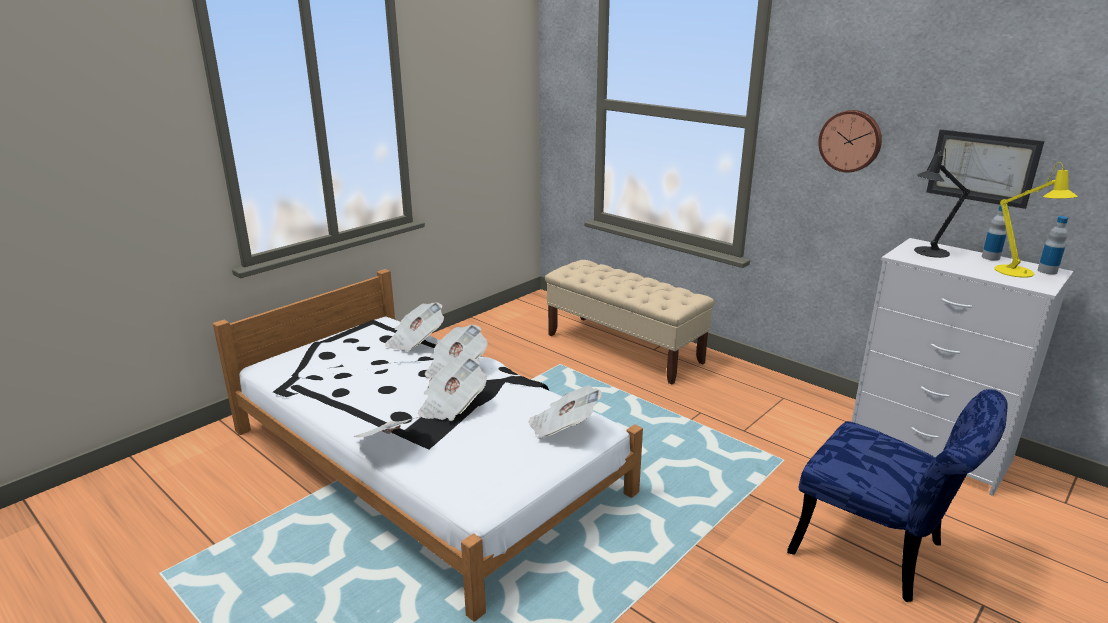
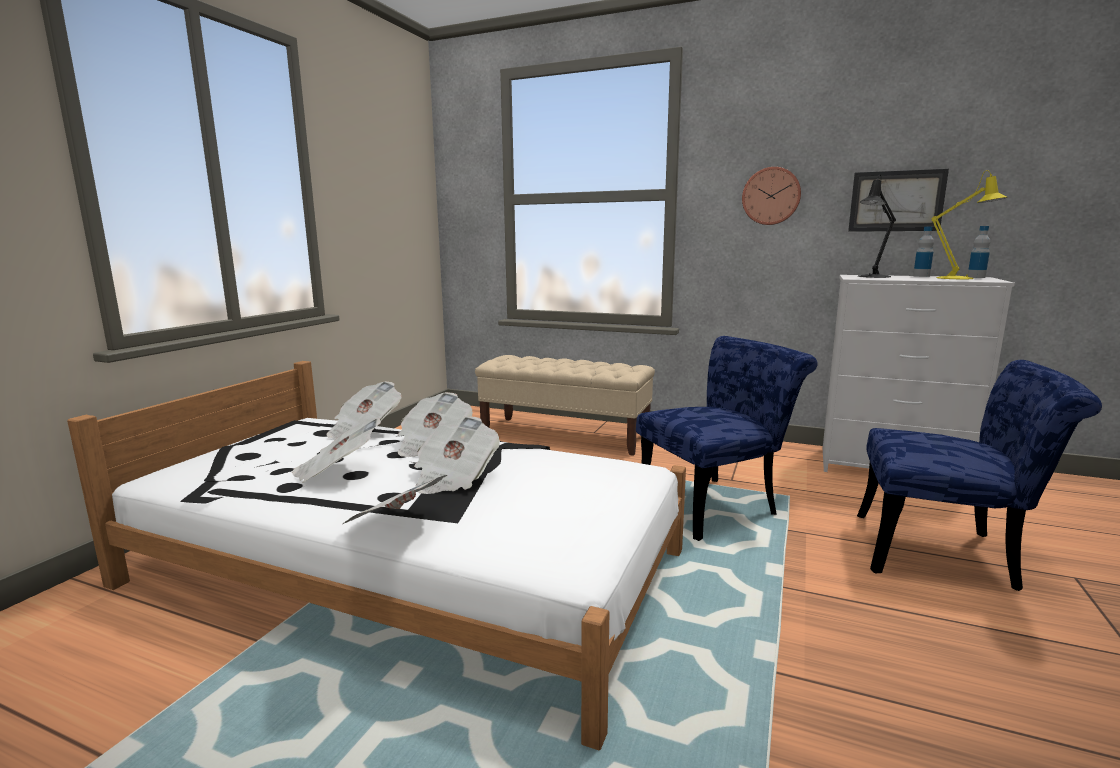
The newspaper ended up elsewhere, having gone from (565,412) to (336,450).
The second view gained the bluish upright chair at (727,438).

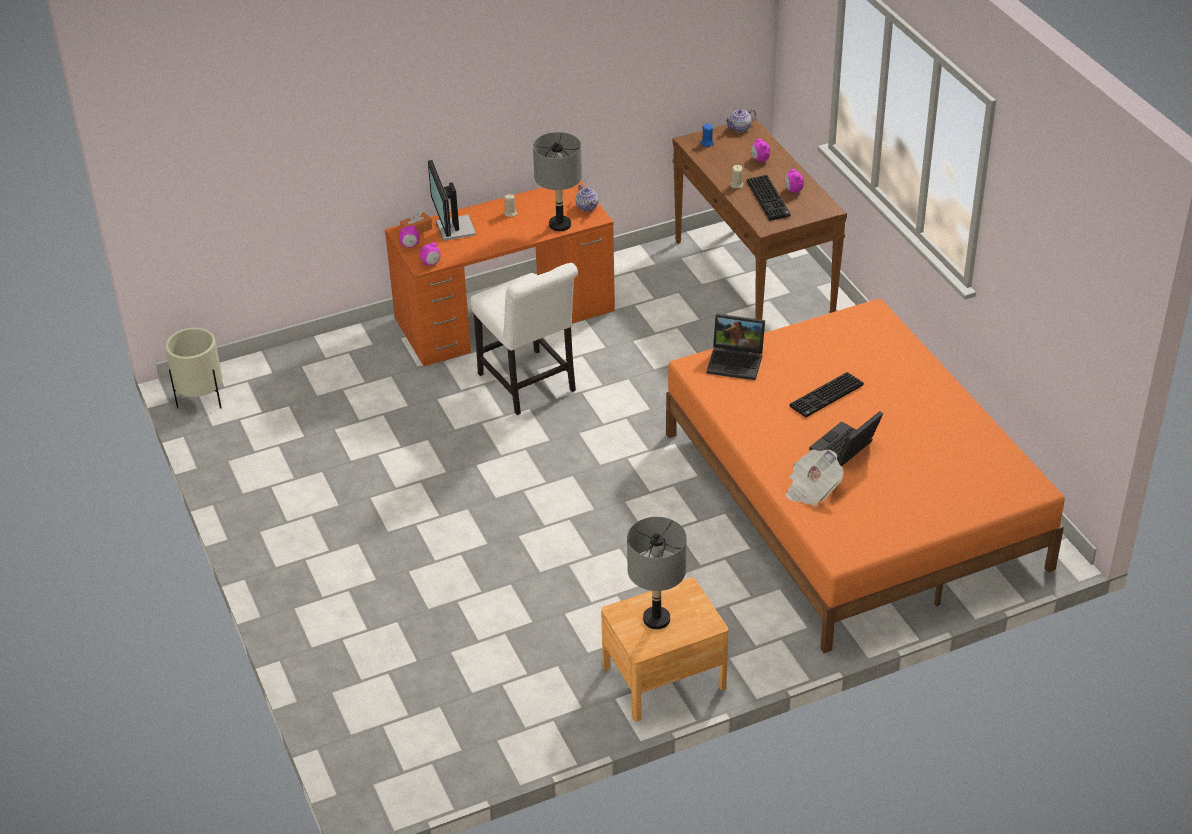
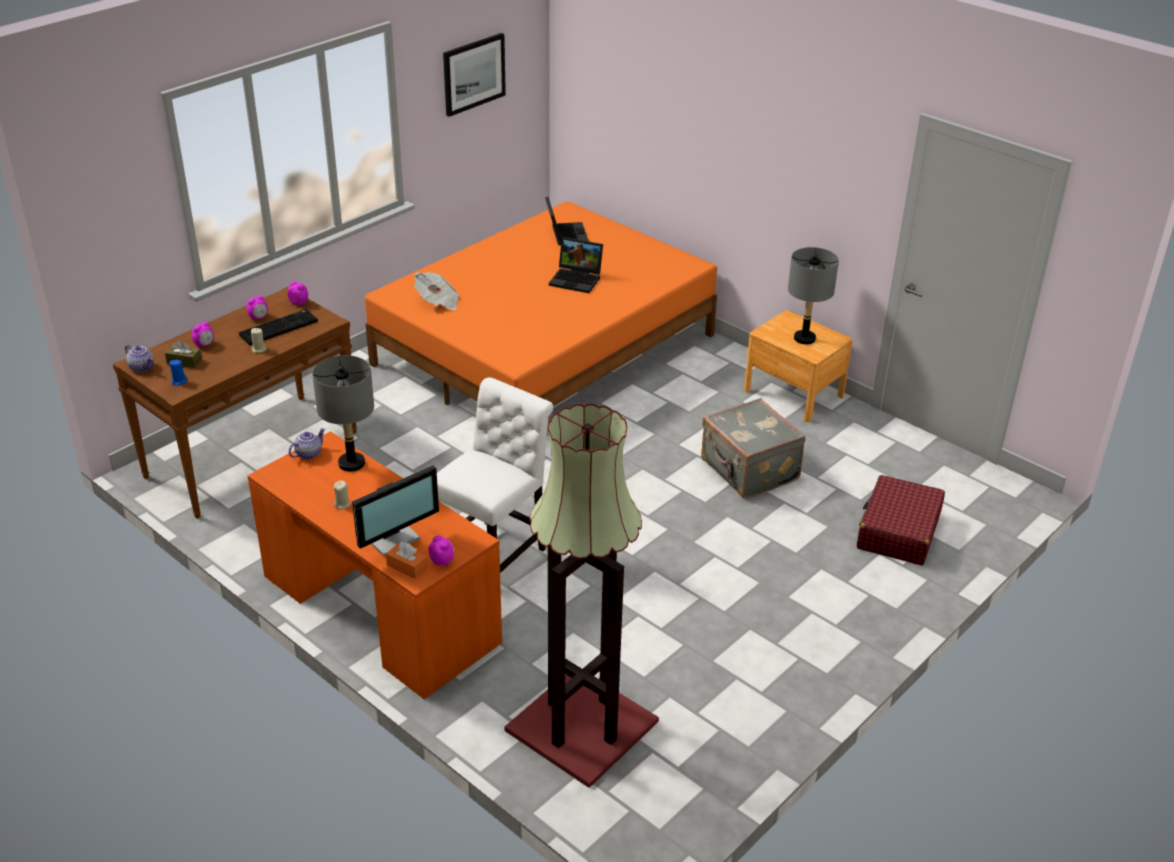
The table clock ended up elsewhere, having gone from (430,254) to (297,293).
The portable computer ended up elsewhere, having gone from (735,347) to (567,221).
The second view lost the beige-coloured planter at (193,368).
The second view lost the keyboard at (827,394).
The newspaper ended up elsewhere, having gone from (815,478) to (437,291).
The second view gained the picture at (474,75).
The second view gained the brown-coloured tissue box at (183,354).
The second view gained the gray travel case at (753,448).
The second view gained the floor lamp at (581,595).
The second view gained the red-coloured travel case at (901,520).

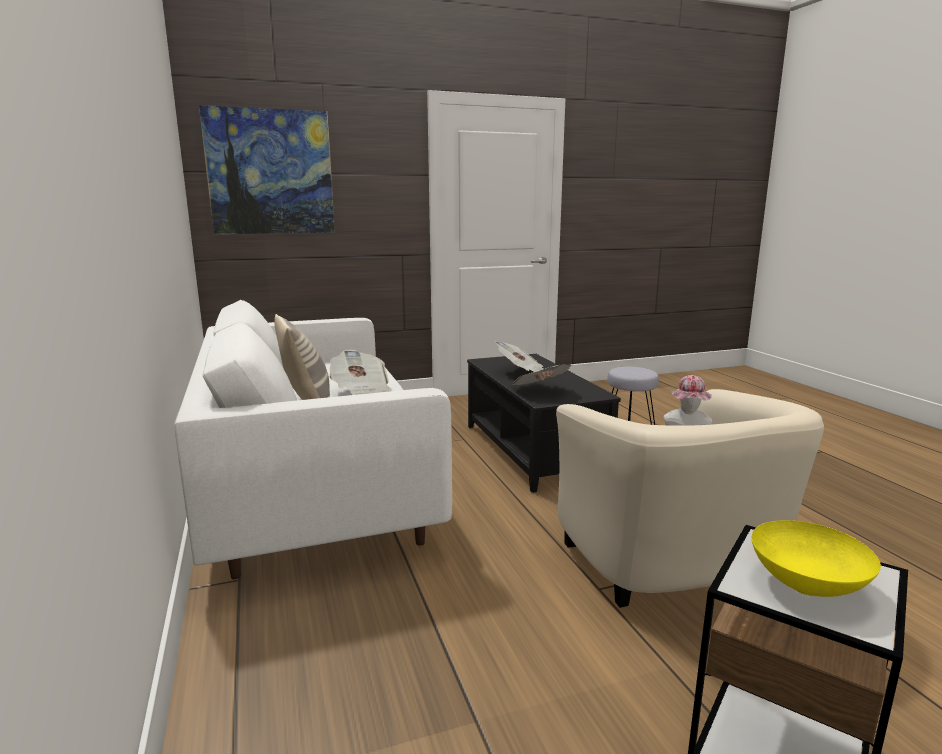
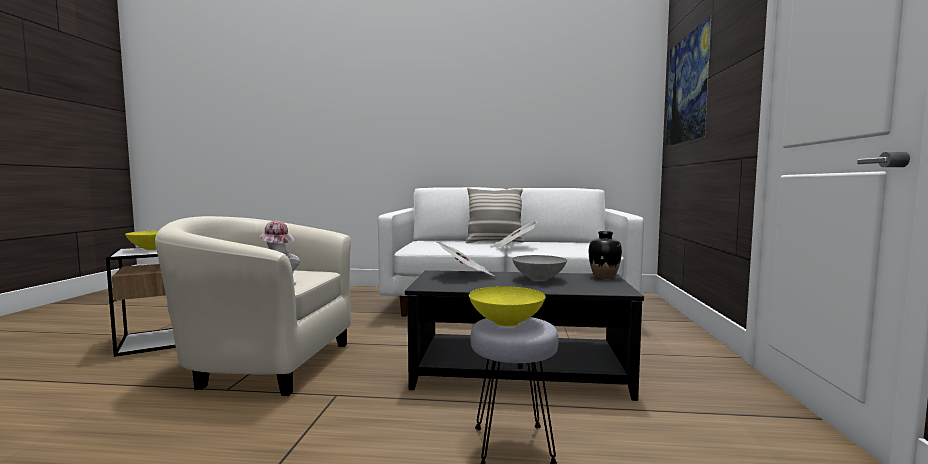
Where the newspaper stood at (518,356), the gray deep dish came to stand at (539,268).
The second view gained the black vase at (605,255).
The second view gained the yellowish deep dish at (507,306).

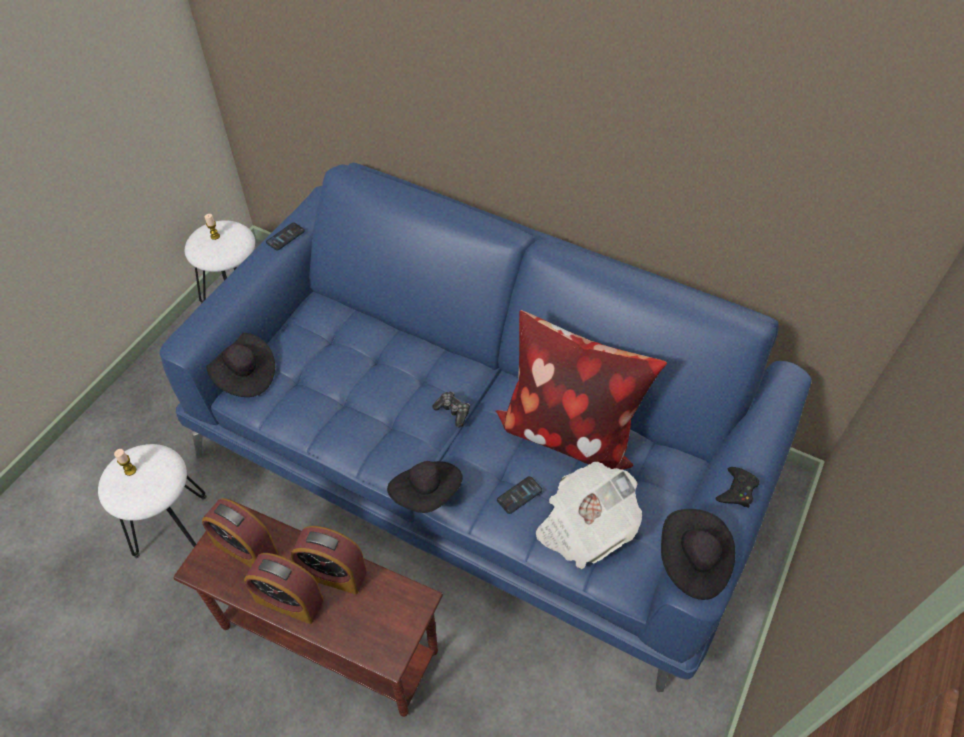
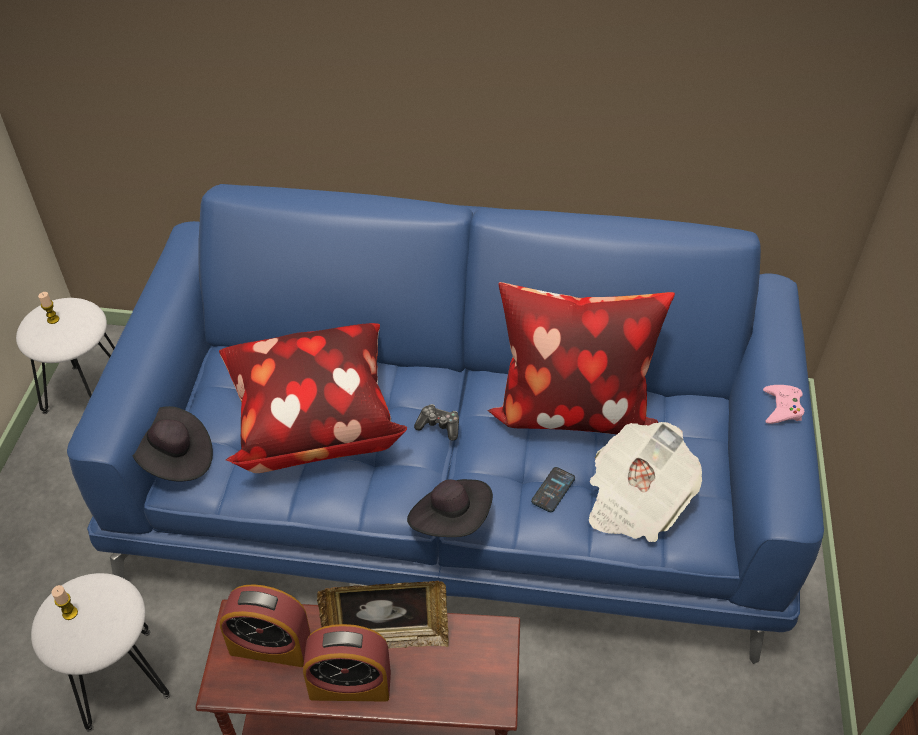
The second view lost the phone at (285,237).
What was the black game controller at (737,487) turned into the pinkish game controller at (783,404).
The second view lost the black clothing hat at (698,554).
Where the table clock stood at (329,560), the photo frame came to stand at (383,615).
The second view gained the cushion at (313,398).

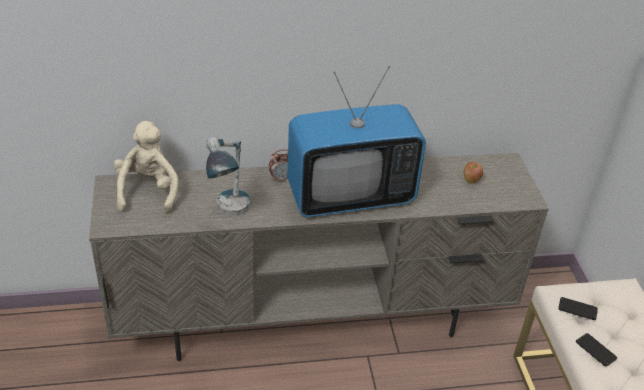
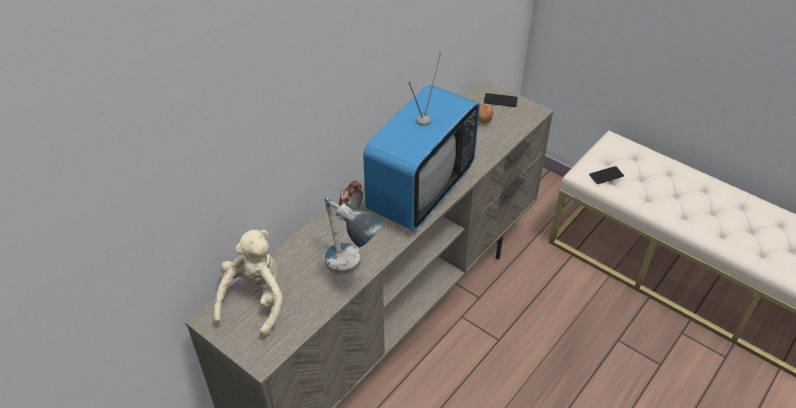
The beige-coloured soft toy at (145,167) ended up facing another way, 60 degrees clockwise from before.
The phone ended up elsewhere, having gone from (596,349) to (501,100).

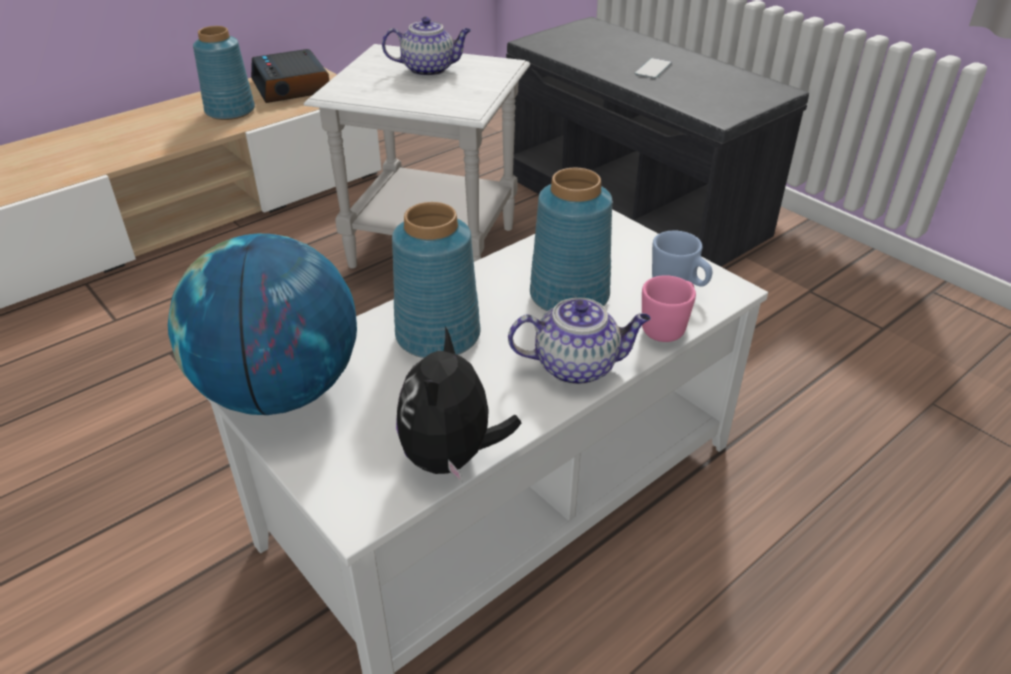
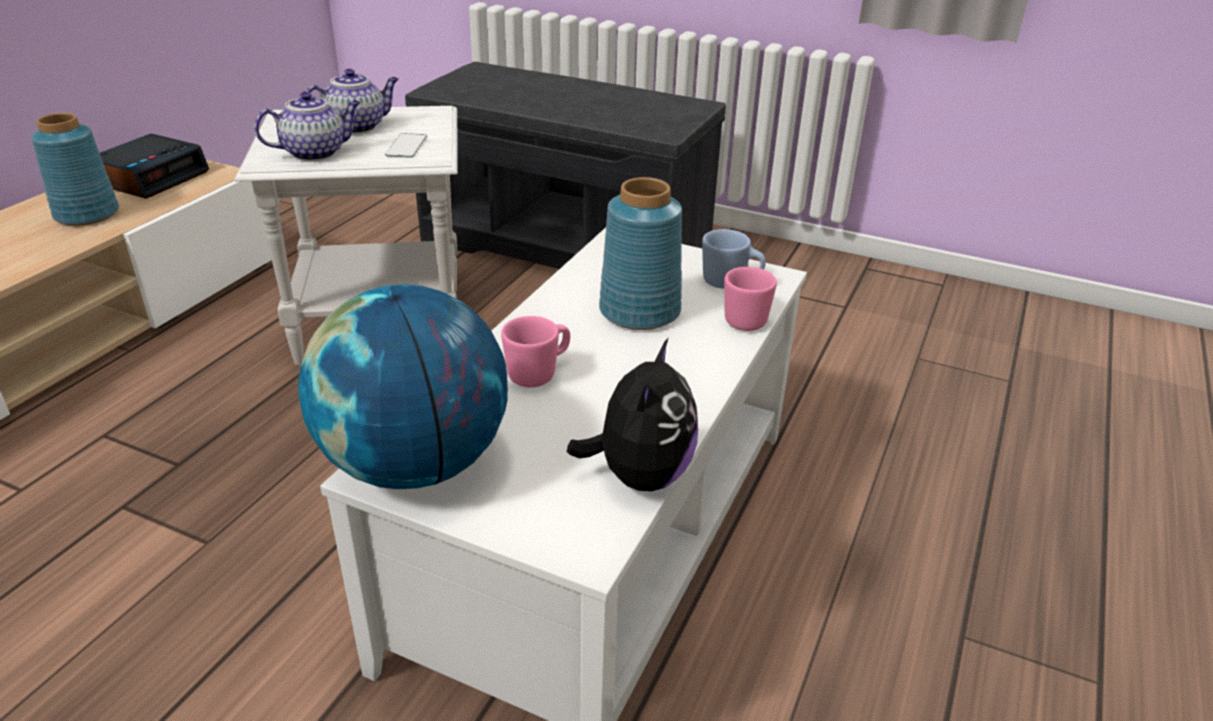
The table clock at (290,76) ended up facing another way, 105 degrees counterclockwise from before.
The phone ended up elsewhere, having gone from (653,68) to (406,145).
Where the bluish vase stood at (436,280), the pinkish mug came to stand at (535,351).
The pot for tea ended up elsewhere, having gone from (579,341) to (307,126).
The soft toy at (459,404) ended up facing another way, 150 degrees counterclockwise from before.

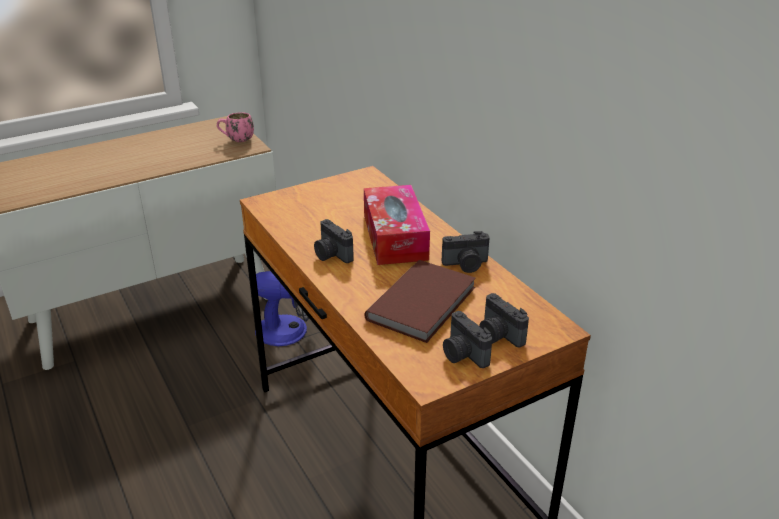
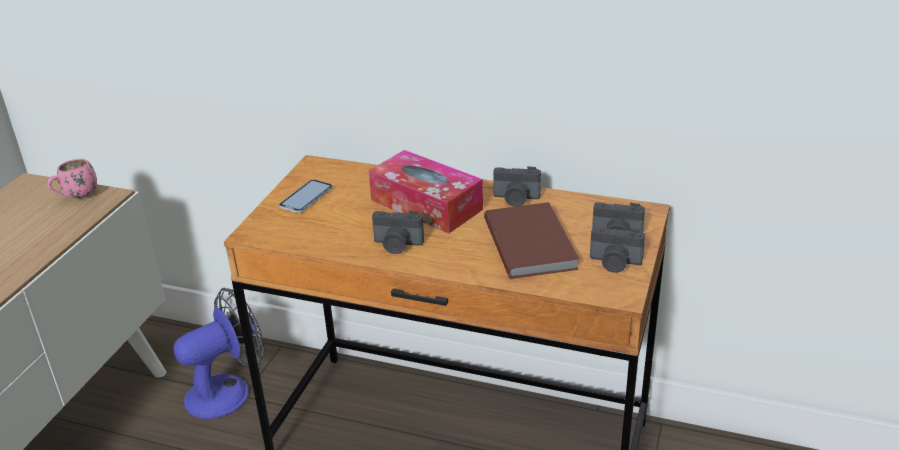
The photo camera at (466,252) ended up facing another way, 60 degrees clockwise from before.
The second view gained the phone at (306,196).

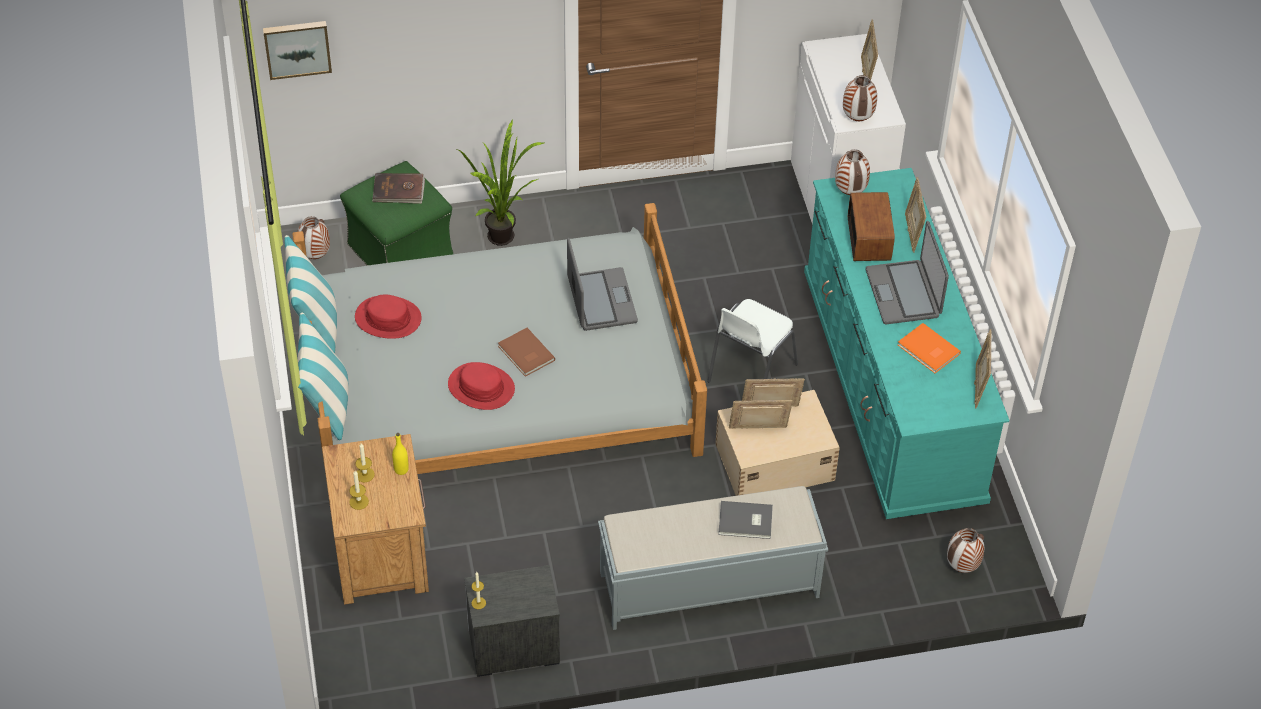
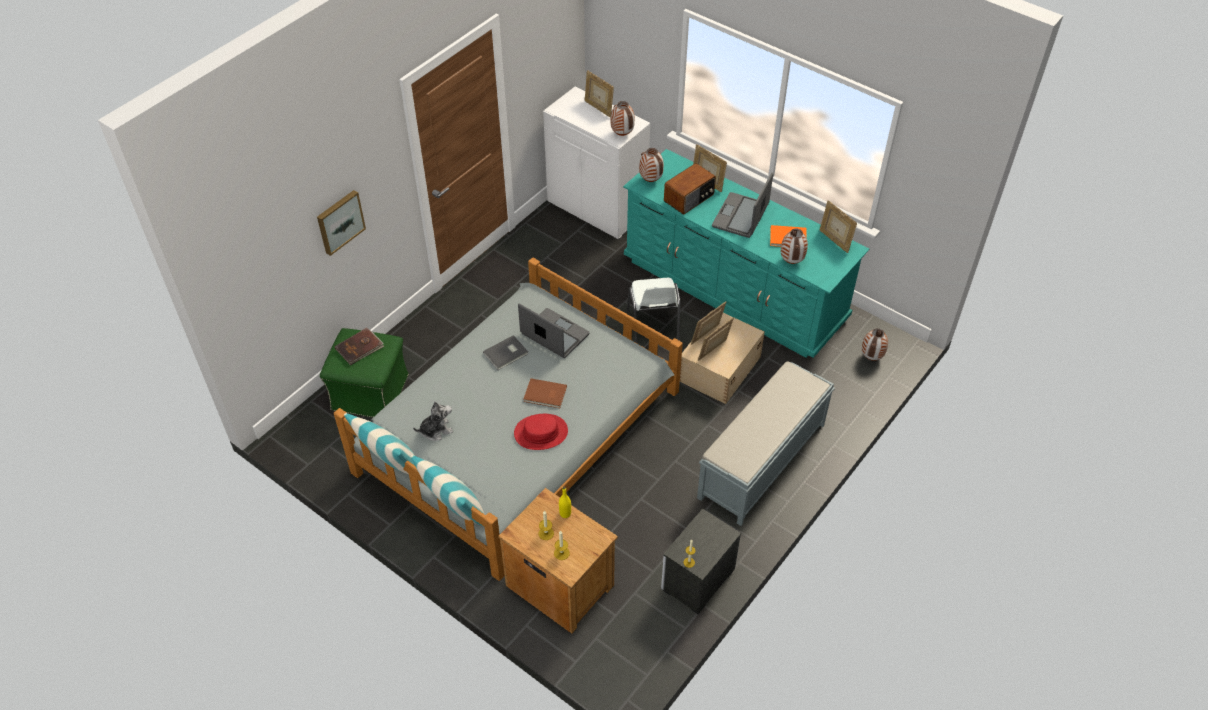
The picture ended up elsewhere, having gone from (297,50) to (341,223).
The second view lost the potted plant at (501,182).
The radio at (871,226) ended up facing another way, 90 degrees clockwise from before.
The vase ended up elsewhere, having gone from (313,237) to (794,246).
The portable computer at (907,272) ended up facing another way, 75 degrees clockwise from before.
Where the red-coloured clothing hat stood at (388,317), the soft toy came to stand at (433,421).
The gray volume ended up elsewhere, having gone from (745,520) to (505,352).

